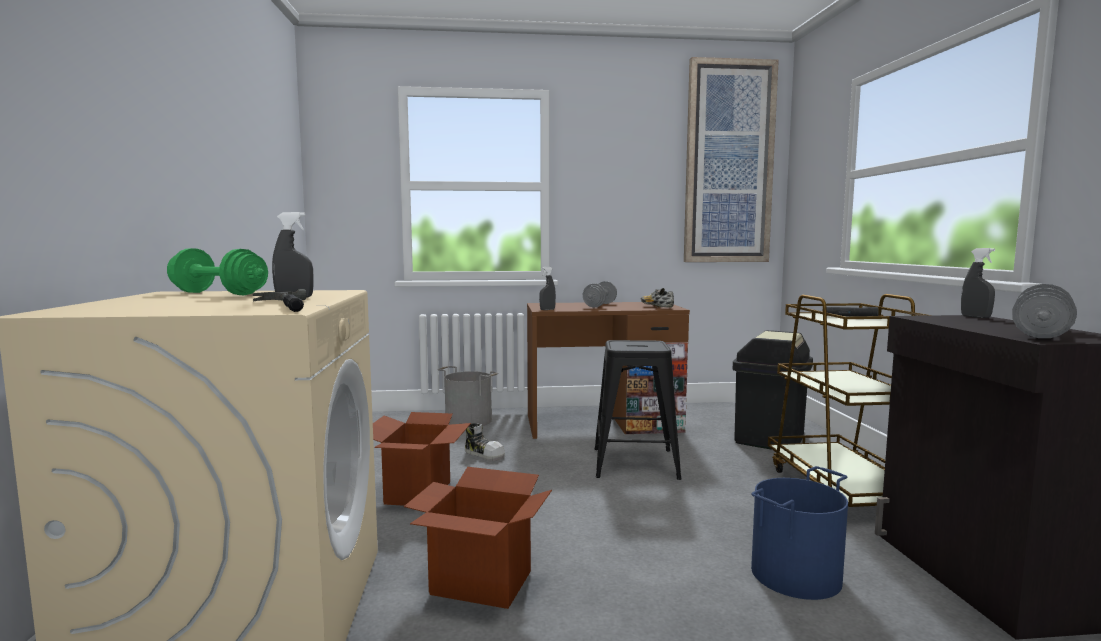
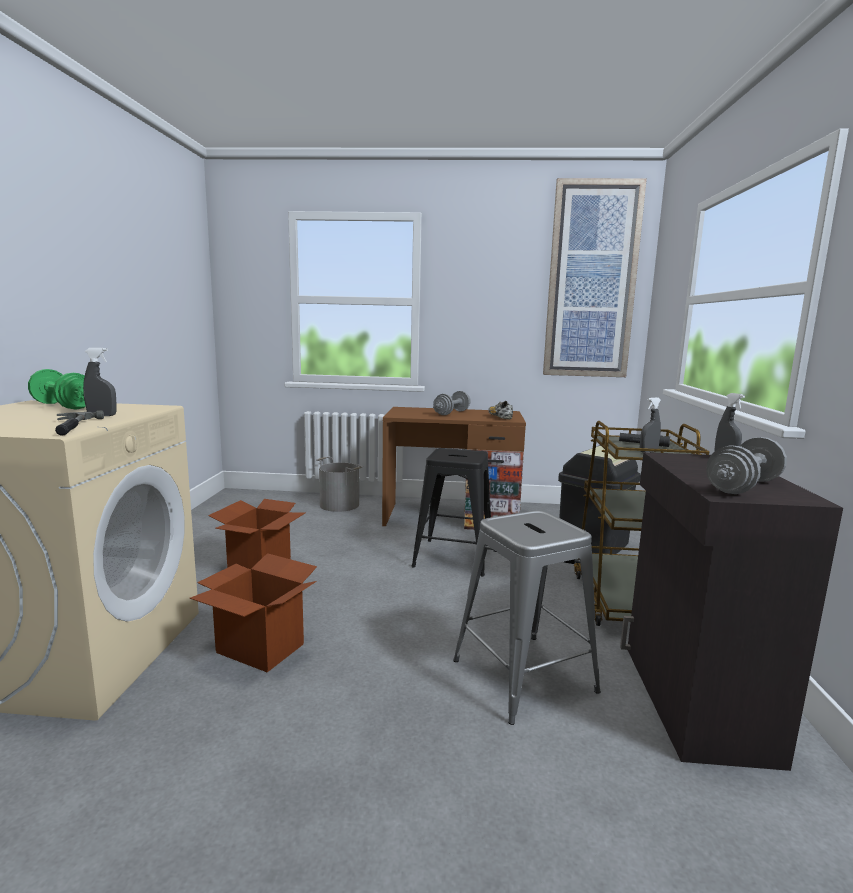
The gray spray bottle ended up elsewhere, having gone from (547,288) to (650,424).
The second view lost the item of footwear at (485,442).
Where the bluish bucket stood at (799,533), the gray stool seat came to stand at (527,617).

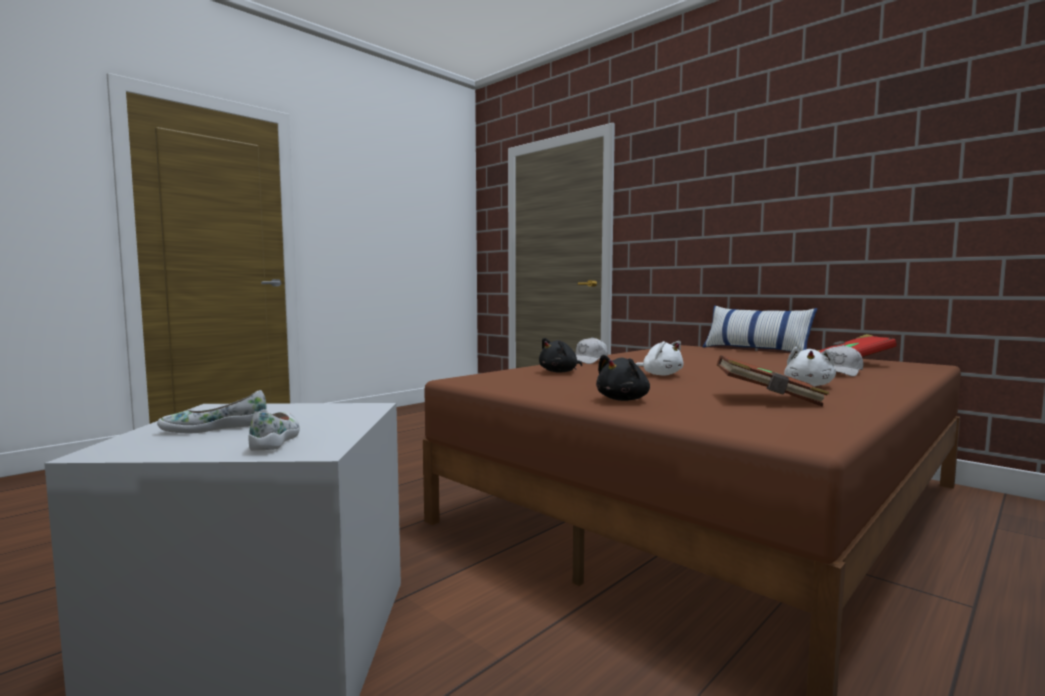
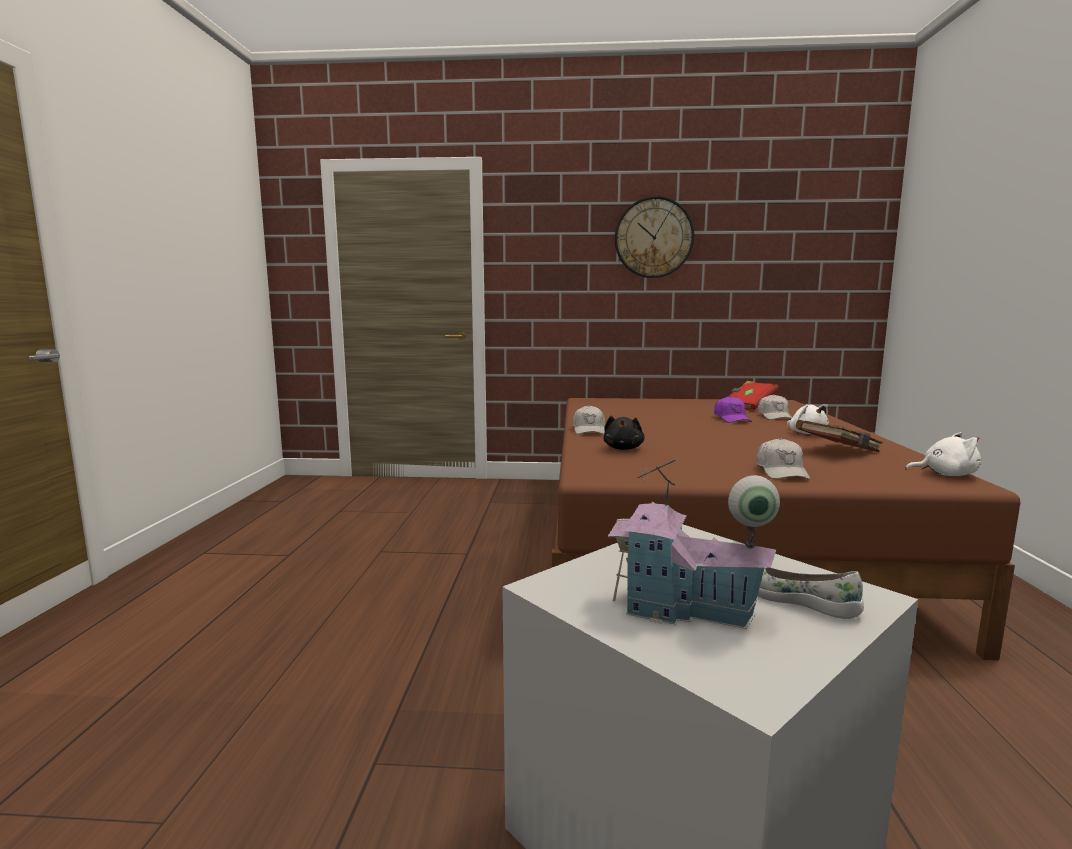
The second view lost the cushion at (760,329).
The white-coloured soft toy ended up elsewhere, having gone from (659,358) to (943,454).
Where the black soft toy stood at (623,378), the white-coloured baseball cap came to stand at (783,458).
Where the white-coloured item of footwear stood at (212,411), the miniature house came to stand at (694,544).
The second view gained the wall clock at (654,237).
The second view gained the purple-coloured baseball cap at (733,409).

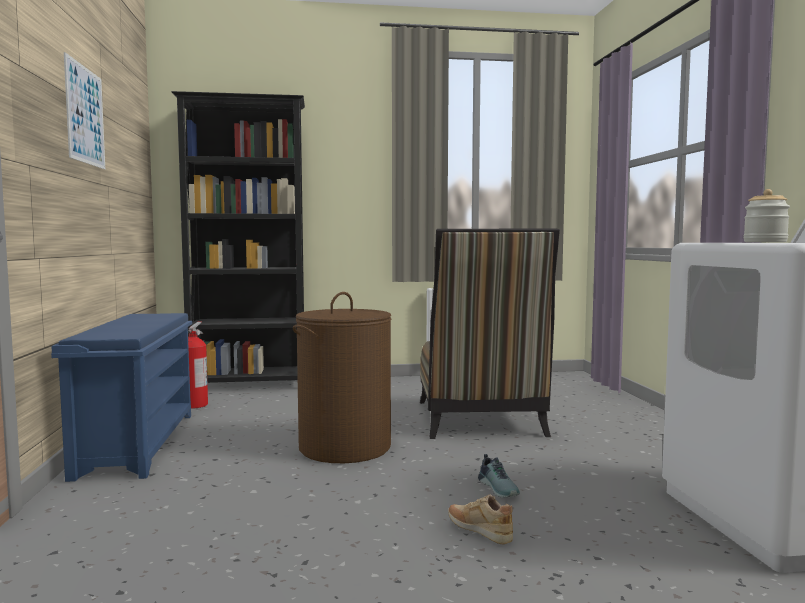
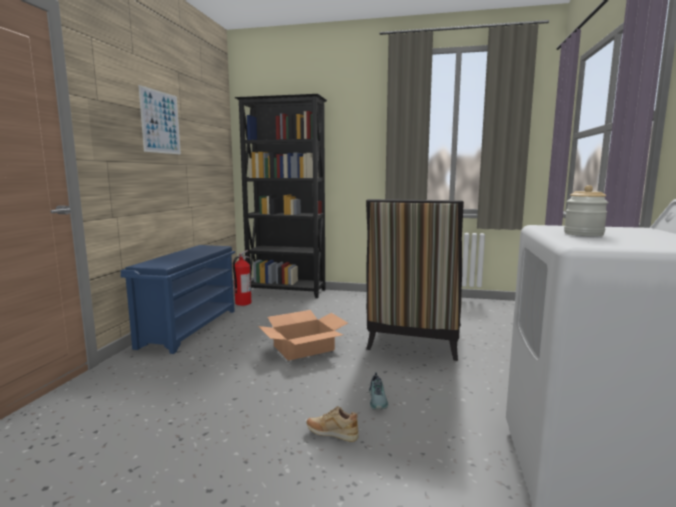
Where the brown-coloured laundry basket stood at (342,377), the packing box came to stand at (303,335).
The beige-coloured item of footwear at (480,519) ended up facing another way, 45 degrees counterclockwise from before.

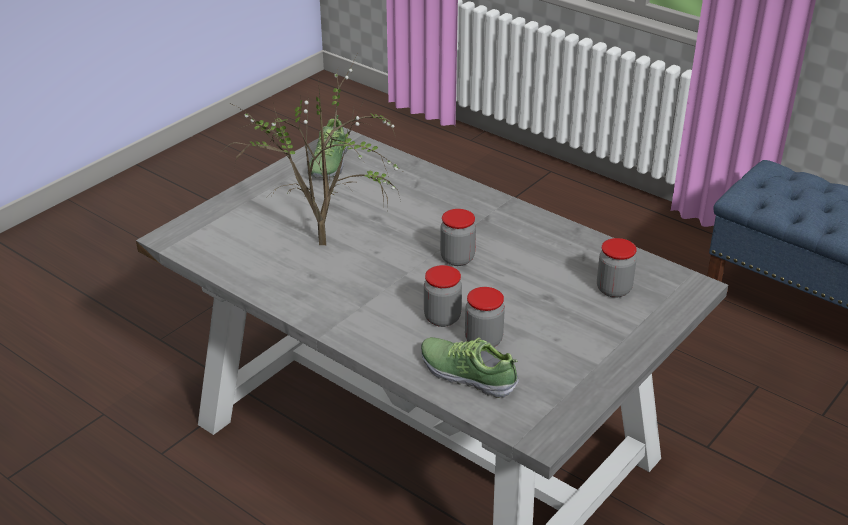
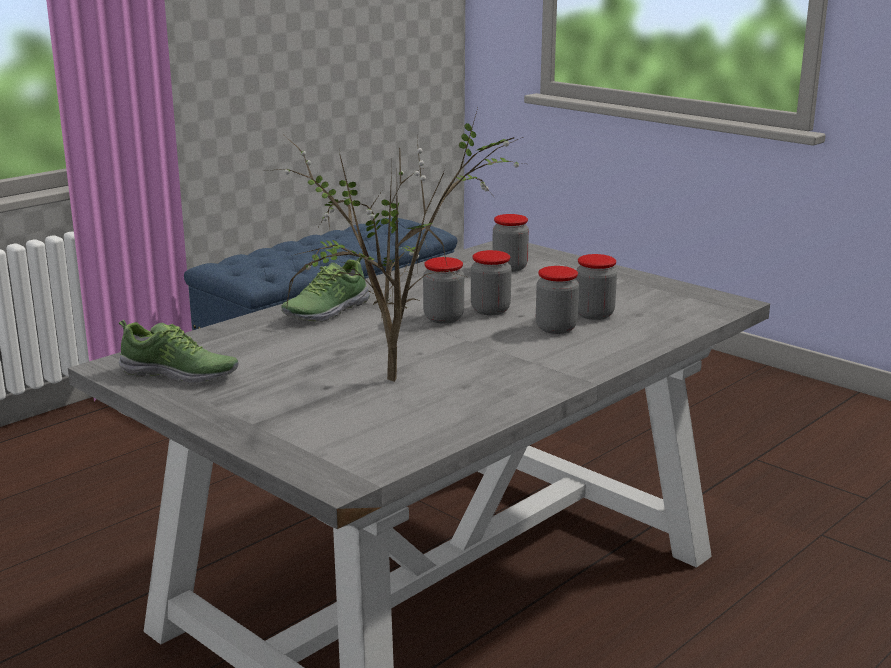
The item of footwear ended up elsewhere, having gone from (470,367) to (325,289).
The second view gained the jar at (491,282).

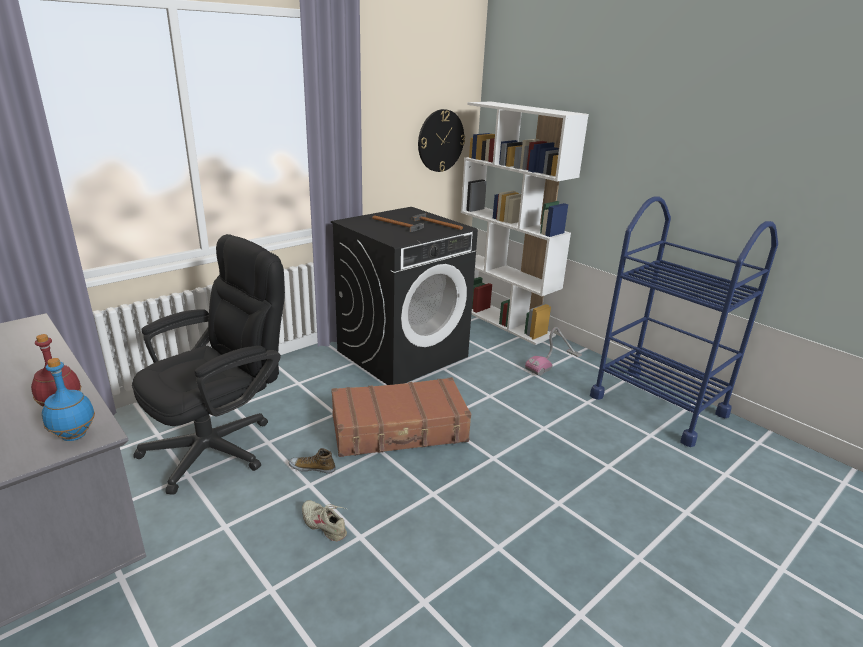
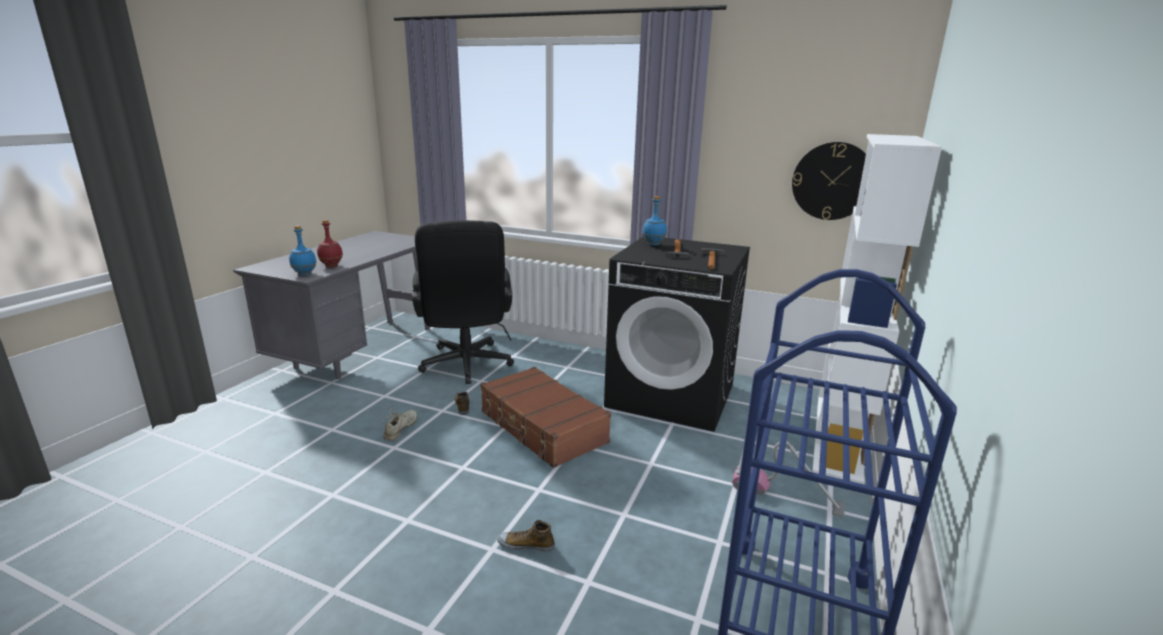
The black desk chair at (208,364) ended up facing another way, 60 degrees clockwise from before.
The second view gained the bluish bottle at (654,221).
The second view gained the item of footwear at (526,535).

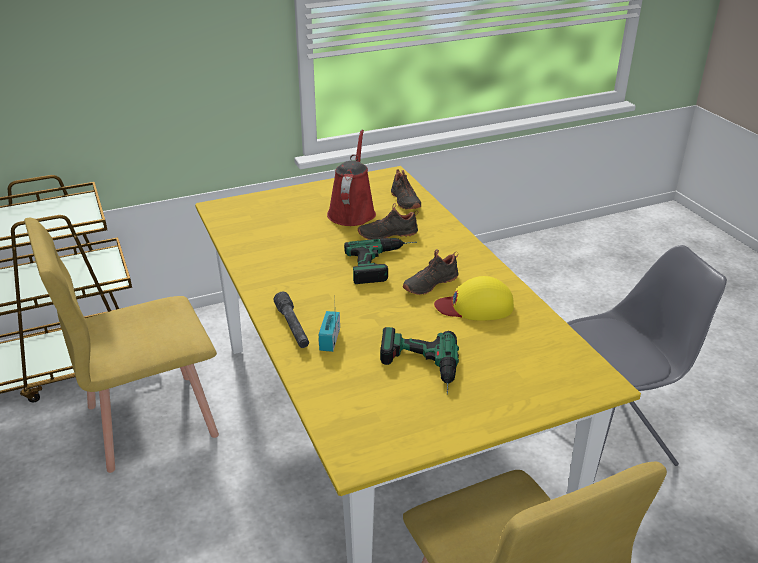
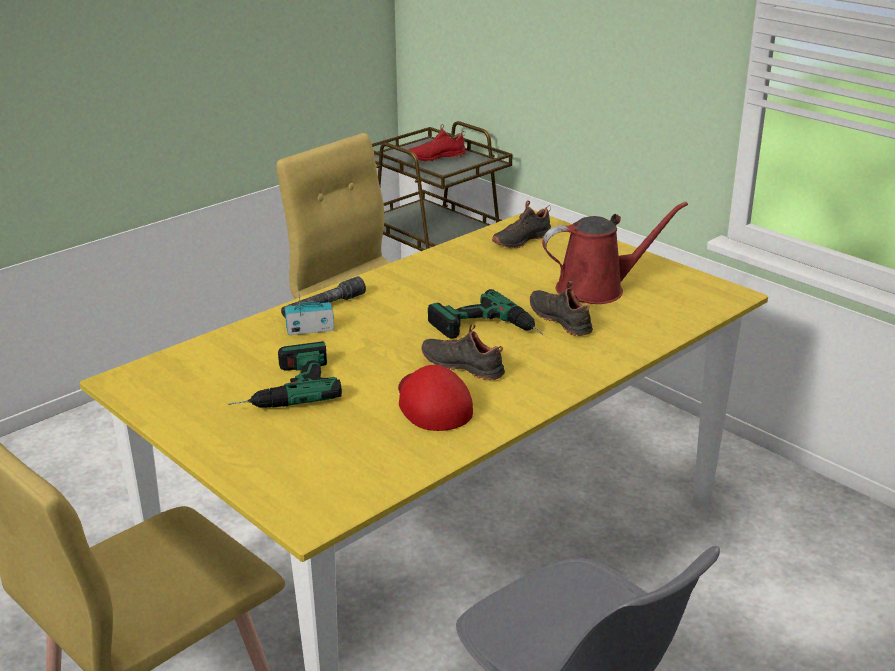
The black item of footwear ended up elsewhere, having gone from (406,189) to (521,224).
What was the yellowish baseball cap at (474,298) turned into the red-coloured baseball cap at (435,398).
The second view gained the red-coloured item of footwear at (437,143).

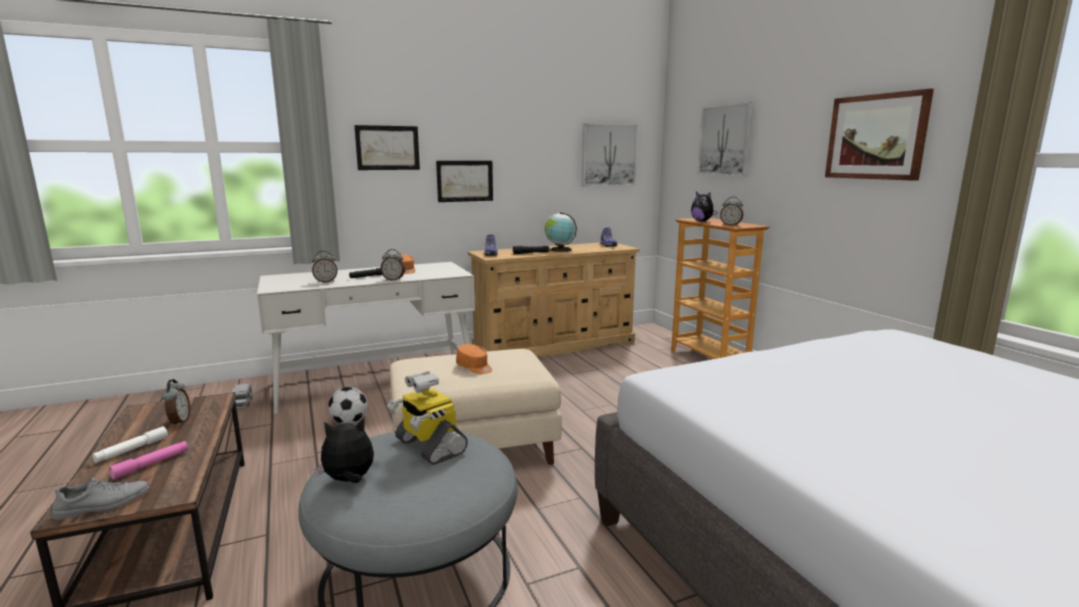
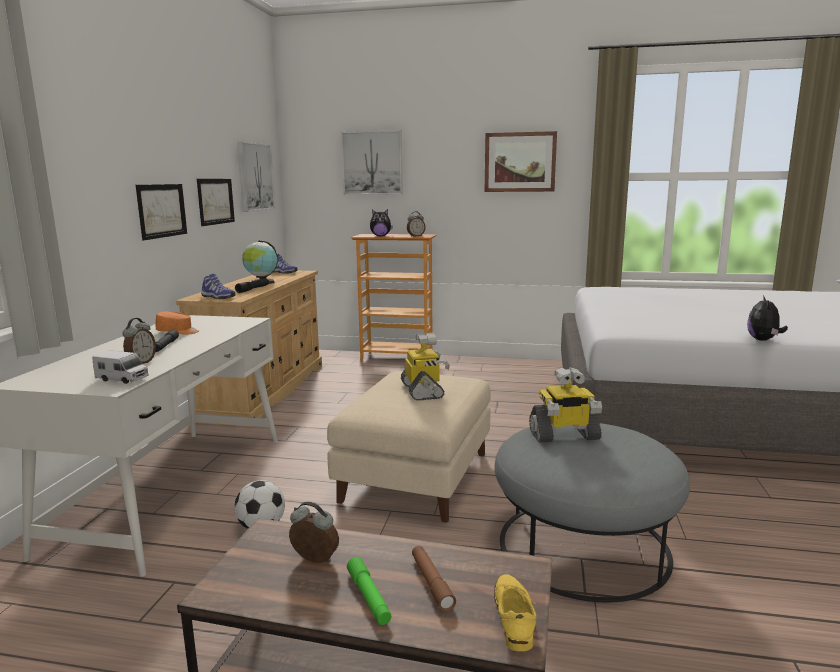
The picture ended up elsewhere, having gone from (387,147) to (216,202).
The second view lost the table clock at (393,264).
Where the orangey baseball cap stood at (474,359), the robot figure came to stand at (425,366).
The toy truck ended up elsewhere, having gone from (242,395) to (120,367).
The soft toy ended up elsewhere, having gone from (344,450) to (767,318).
What was the white-coloured hand torch at (130,444) turned into the greenish hand torch at (369,591).
What was the pinkish hand torch at (148,460) turned into the brown-coloured hand torch at (434,578).
What was the gray item of footwear at (100,498) turned into the yellowish item of footwear at (515,612).

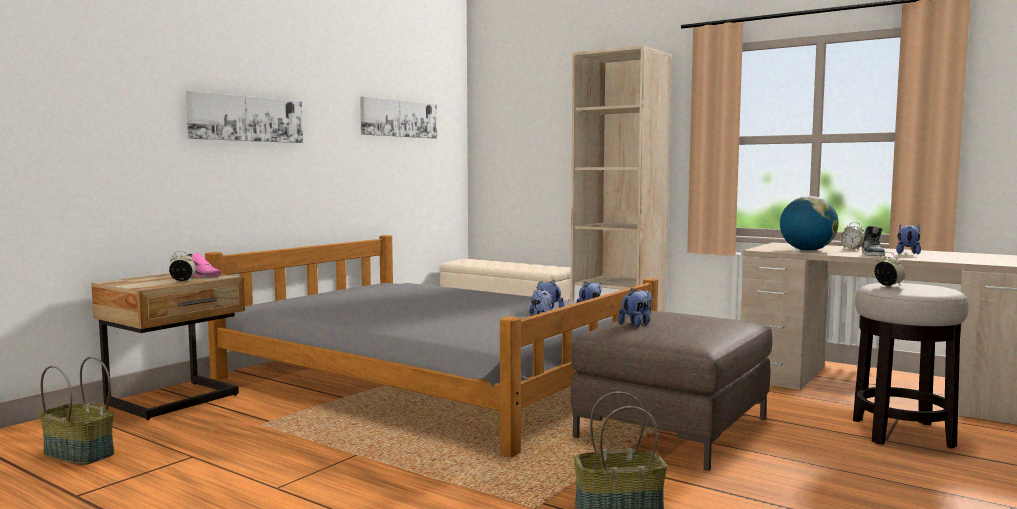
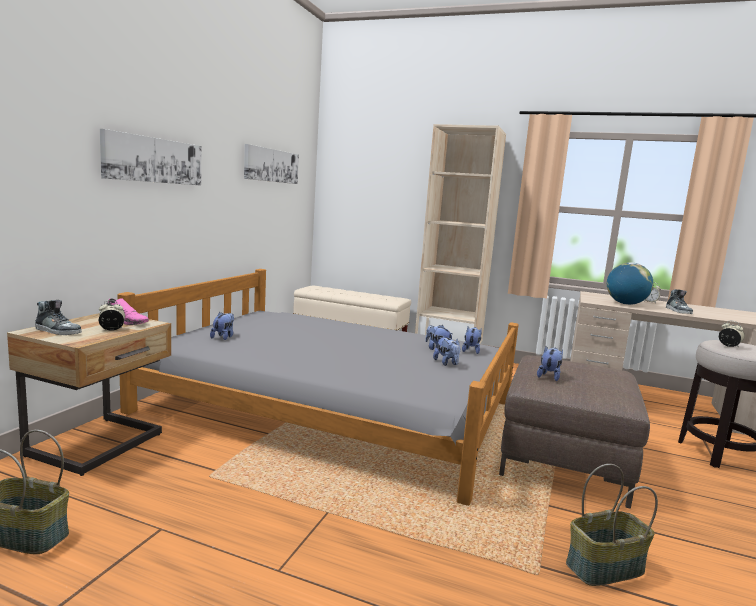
The soft toy ended up elsewhere, having gone from (908,239) to (222,326).
The second view gained the item of footwear at (58,317).

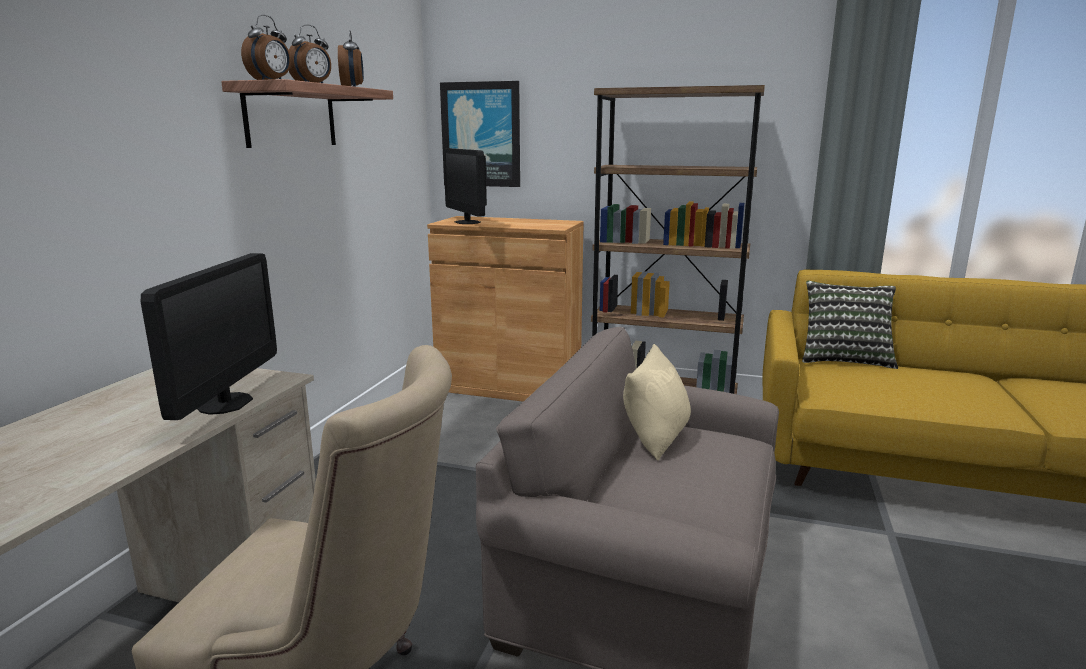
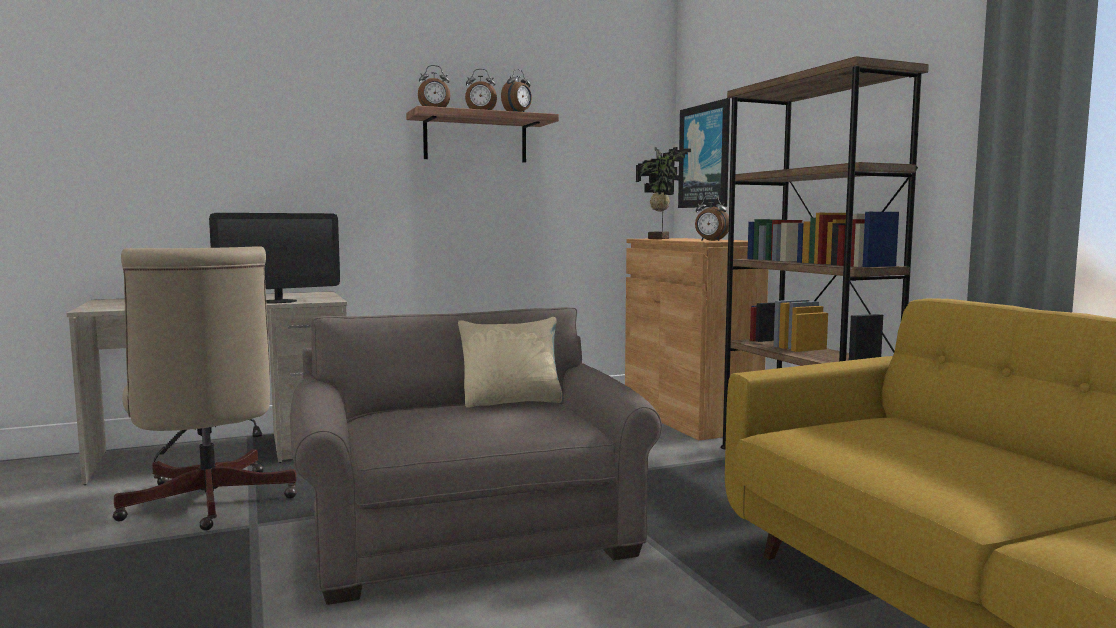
Where the computer screen stood at (465,186), the potted plant came to stand at (663,193).
The second view lost the cushion at (850,324).
The second view gained the table clock at (712,218).

